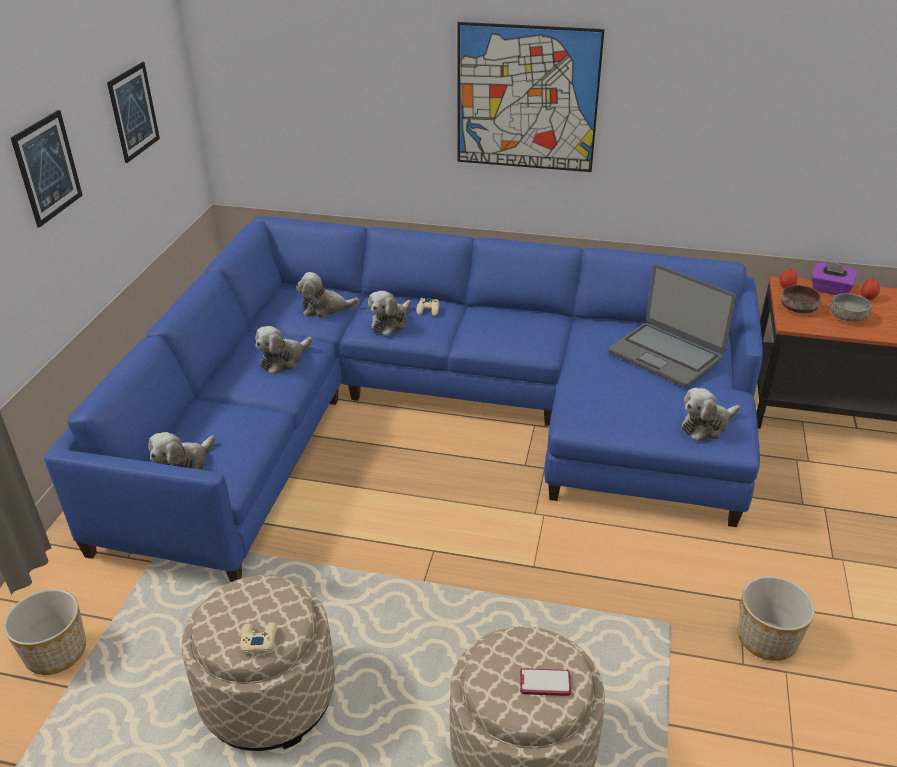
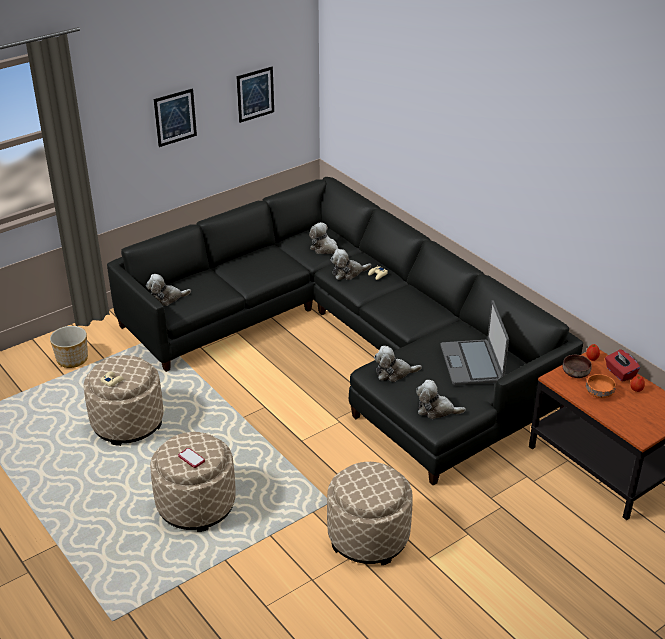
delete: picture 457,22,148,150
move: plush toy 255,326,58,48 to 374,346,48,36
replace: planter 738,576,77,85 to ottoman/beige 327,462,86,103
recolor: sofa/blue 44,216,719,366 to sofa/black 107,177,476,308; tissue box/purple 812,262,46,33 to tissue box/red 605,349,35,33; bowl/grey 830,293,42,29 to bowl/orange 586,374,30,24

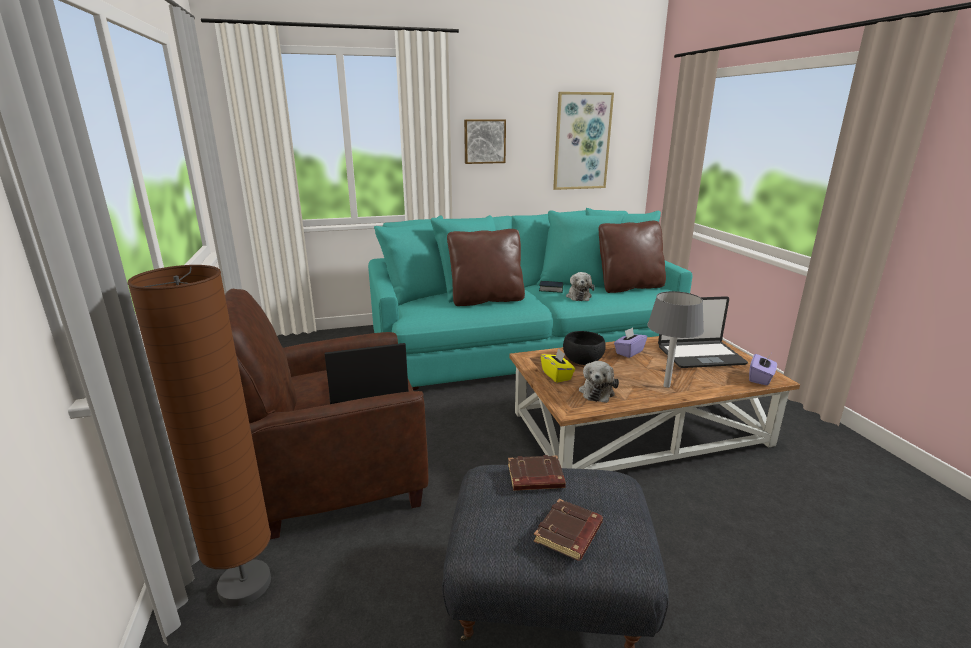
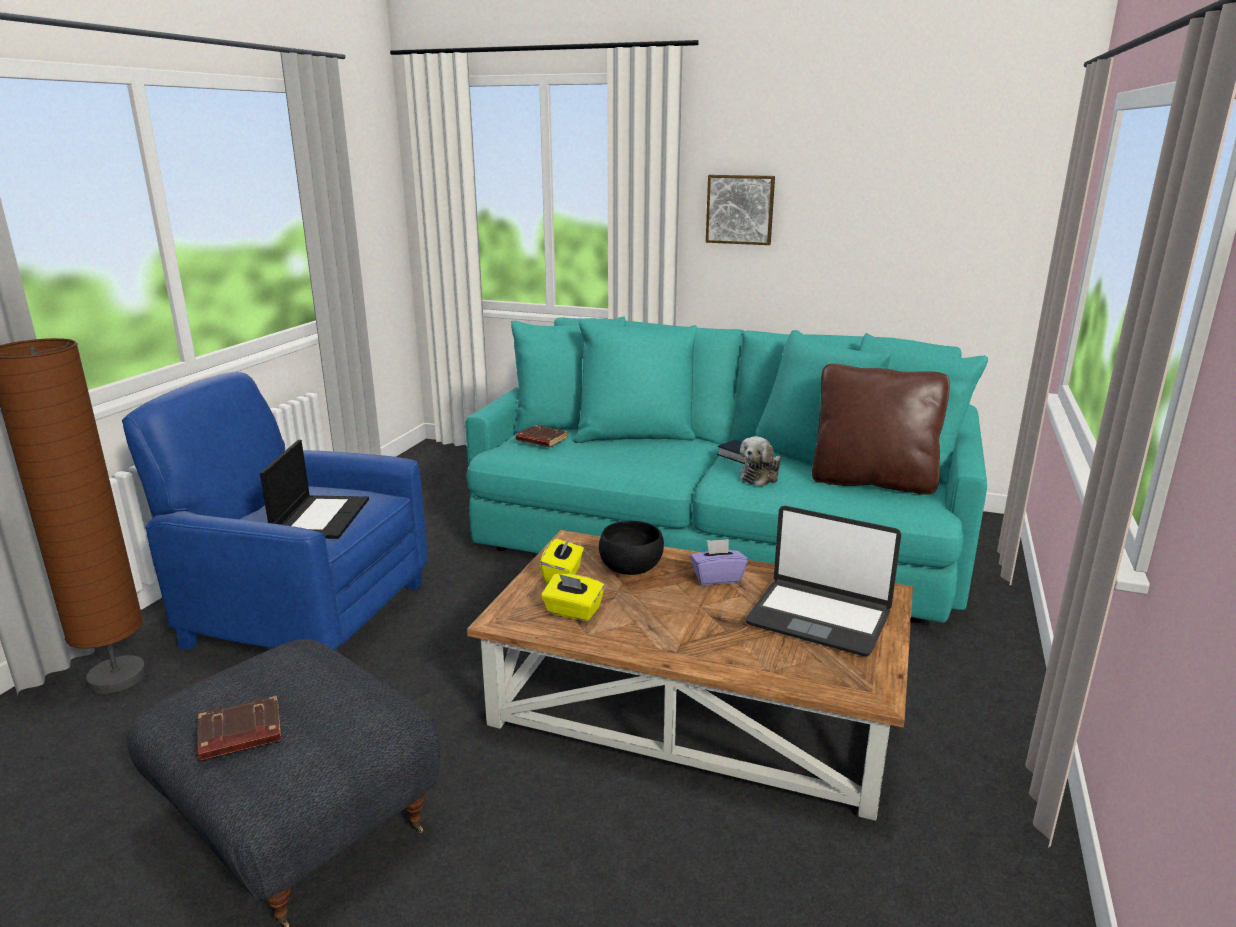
delete: picture 553,92,61,98; pillow/brown 447,229,78,77; table lamp/grey 647,291,57,97; tissue box/purple 749,354,28,31
move: book/brown 508,455,58,36 to 516,425,52,22
replace: plush toy 579,361,40,42 to tissue box/yellow 541,573,64,48
recolor: armchair/brown 225,289,203,251 to armchair/blue 122,372,306,278
rotate: laptop 325,343,84,61 = 260,440,109,99 75 degrees clockwise

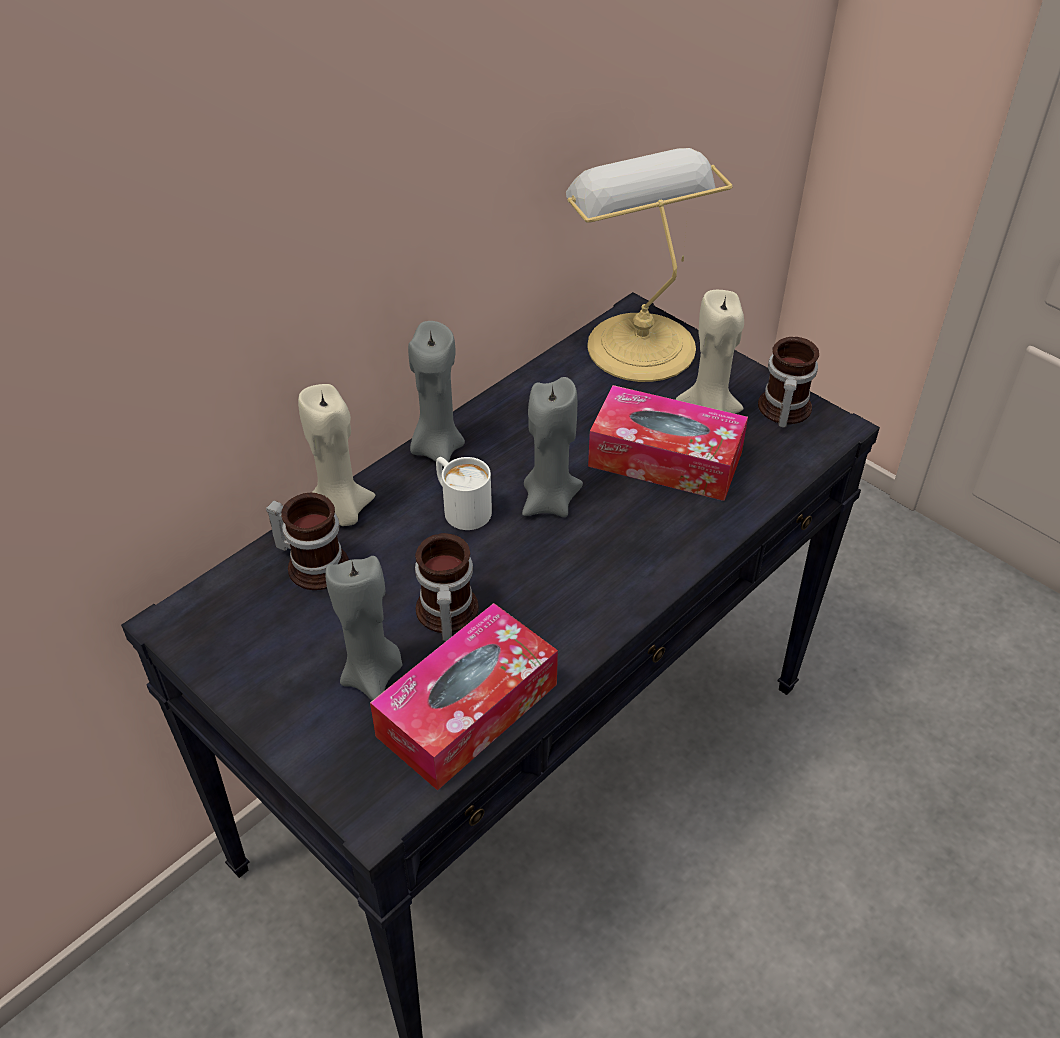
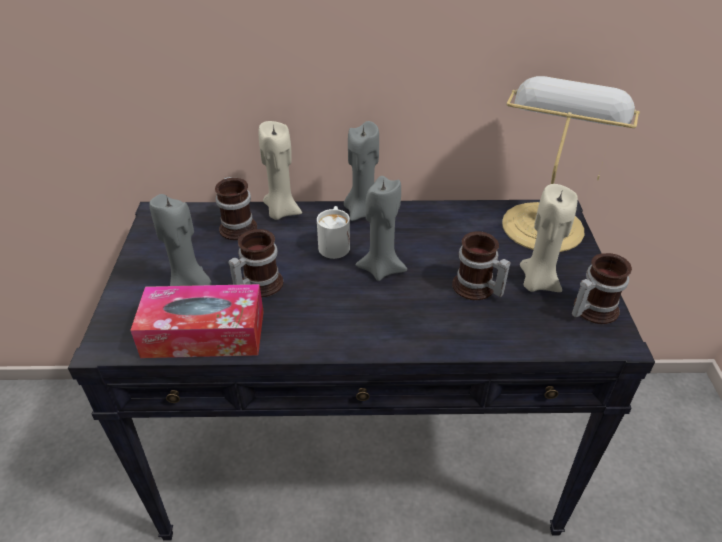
replace: tissue box 588,385,160,116 to mug 452,231,58,69

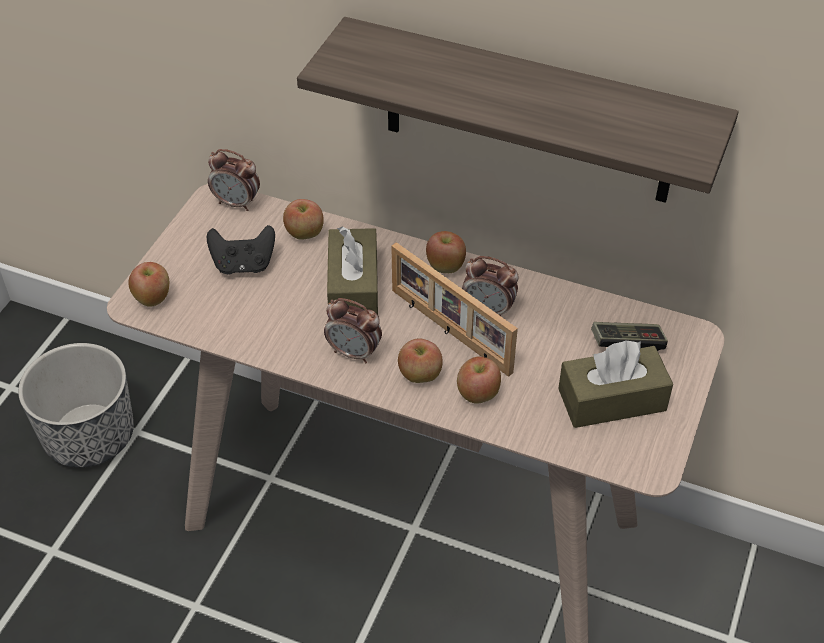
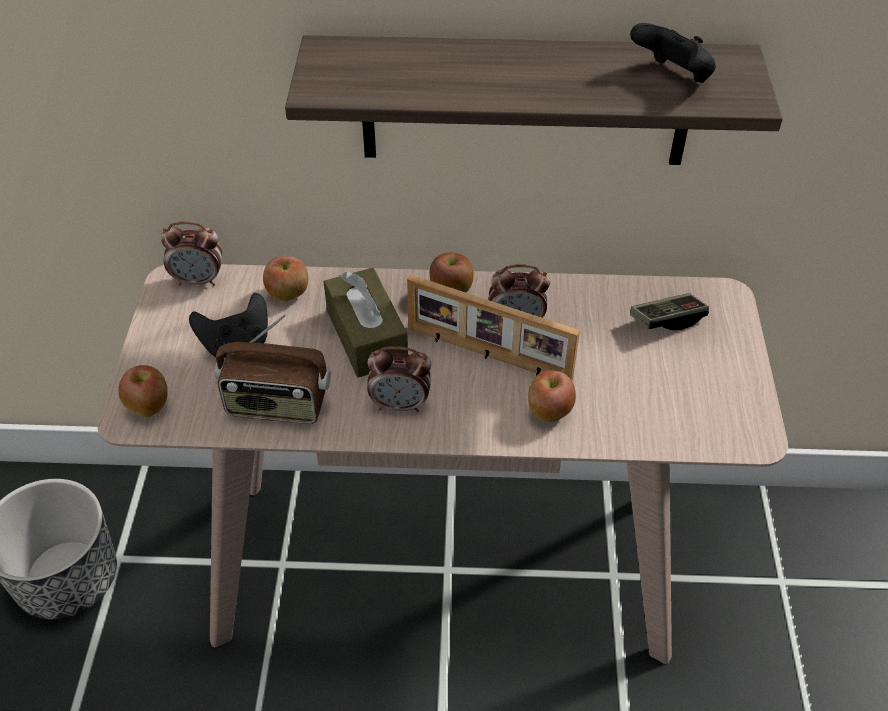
delete: apple 398,339,45,44; tissue box/brown 558,341,115,87
insert: game controller/black 630,23,86,60; radio 215,314,116,110

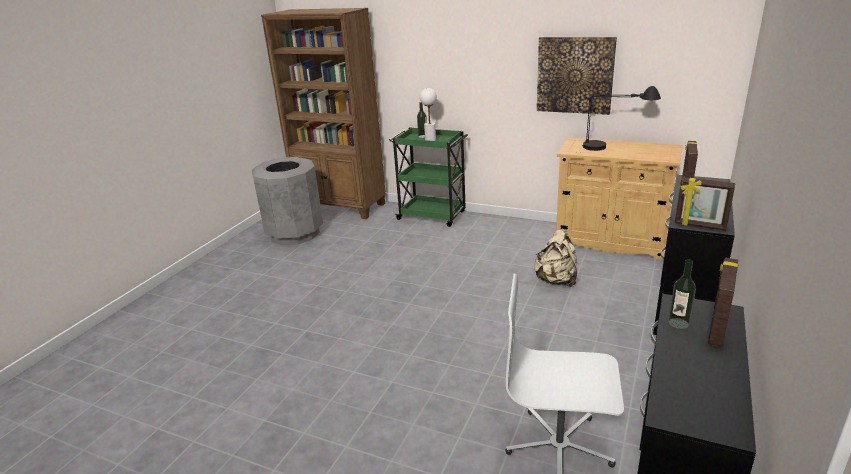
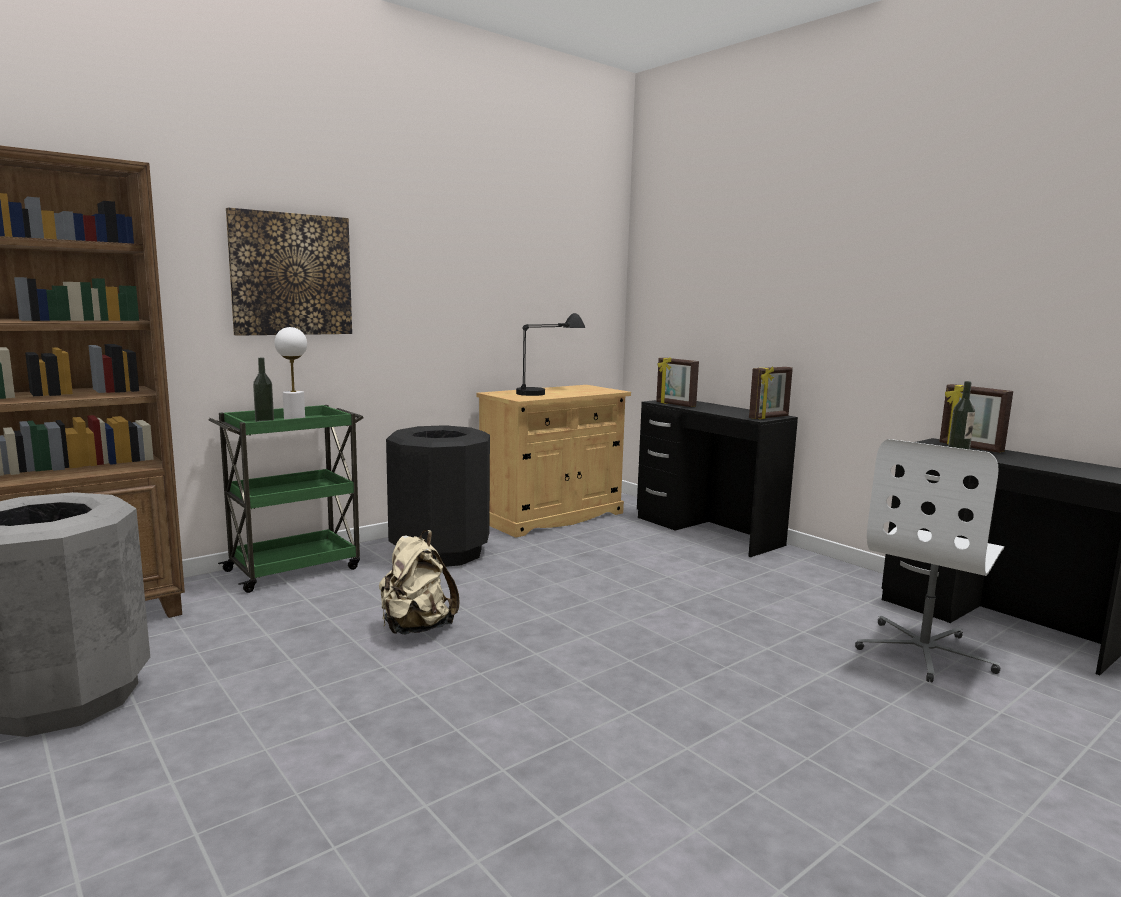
insert: trash can/black 386,425,104,142
move: picture 537,37,80,78 to 226,207,126,129; backpack/beige 534,230,43,57 to 379,530,81,104

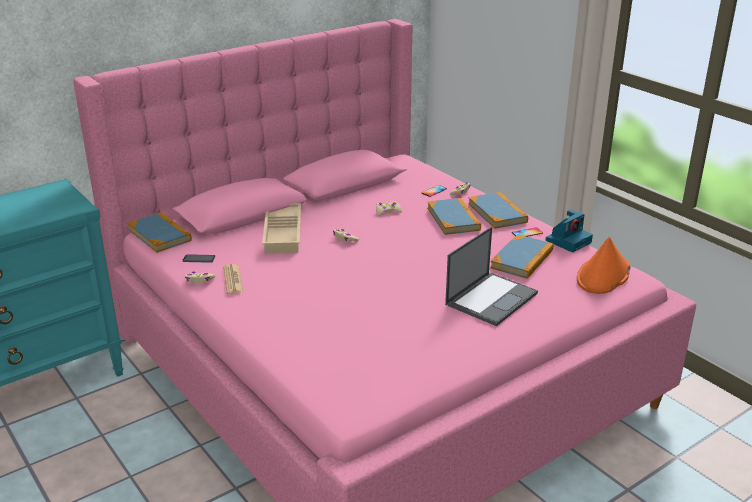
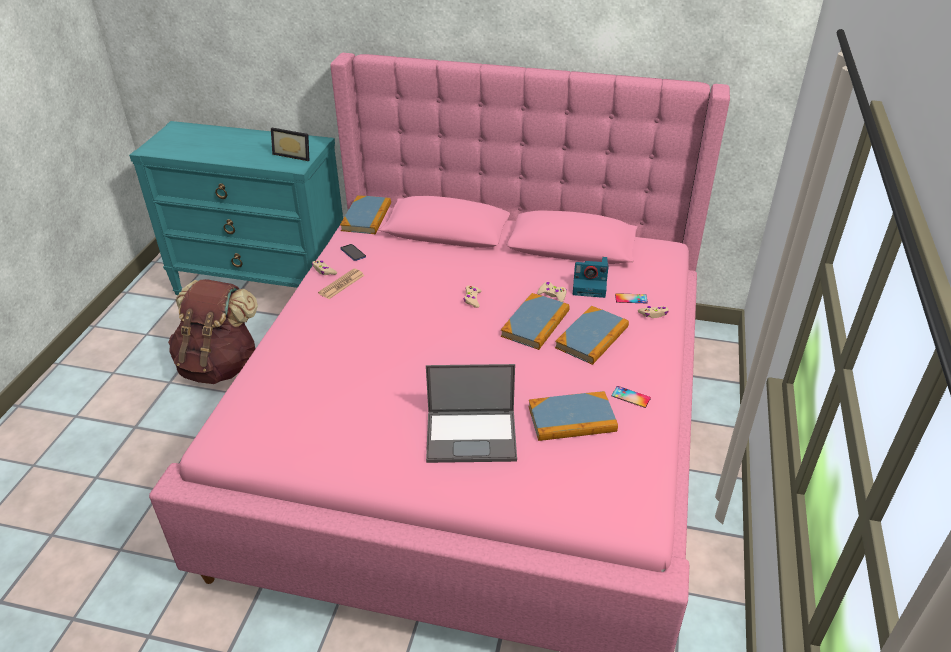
delete: tray/beige 262,203,39,50; hat/orange 577,237,53,57
insert: picture frame 271,128,39,33; backpack/brown 168,279,90,105
move: book 468,192,60,37 to 501,293,69,57; photo camera 546,210,47,43 to 573,257,35,41

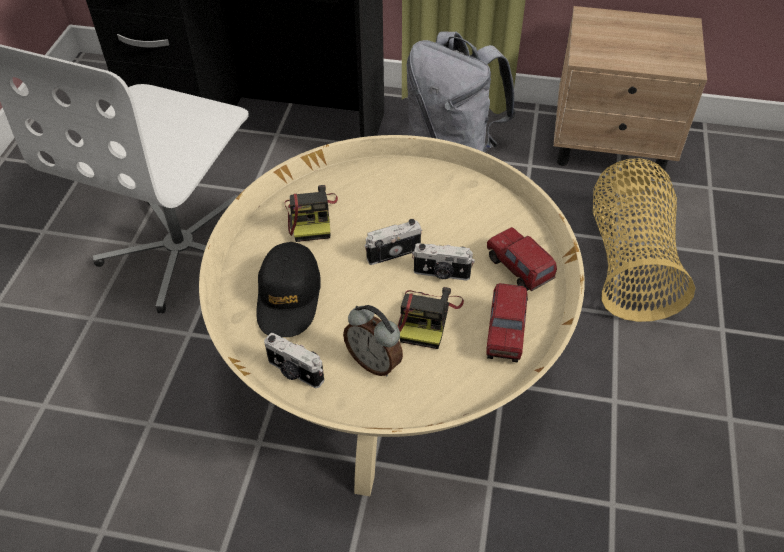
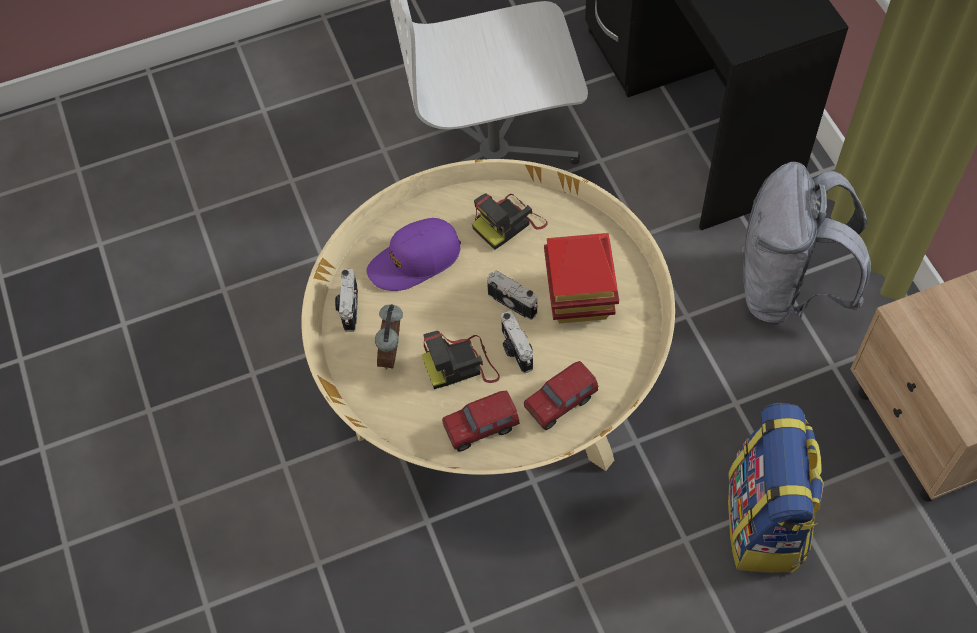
insert: toy house 544,233,75,90
replace: basket 593,158,102,164 to backpack 728,403,96,170
recolor: cap/black 256,242,65,95 to cap/purple 366,218,95,73
rotate: toy truck 487,227,70,65 = 524,361,74,69 150 degrees counterclockwise

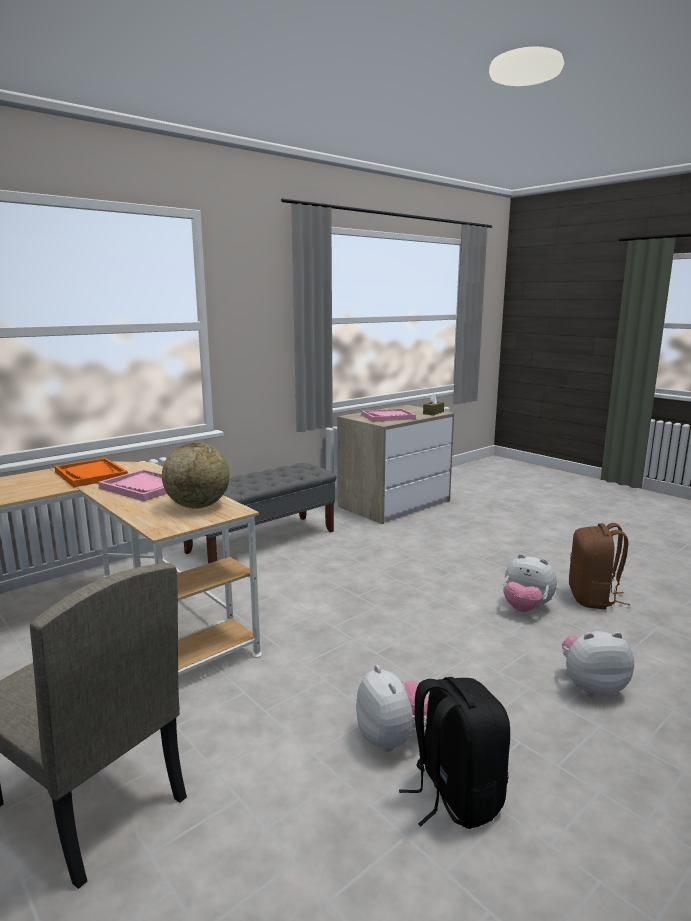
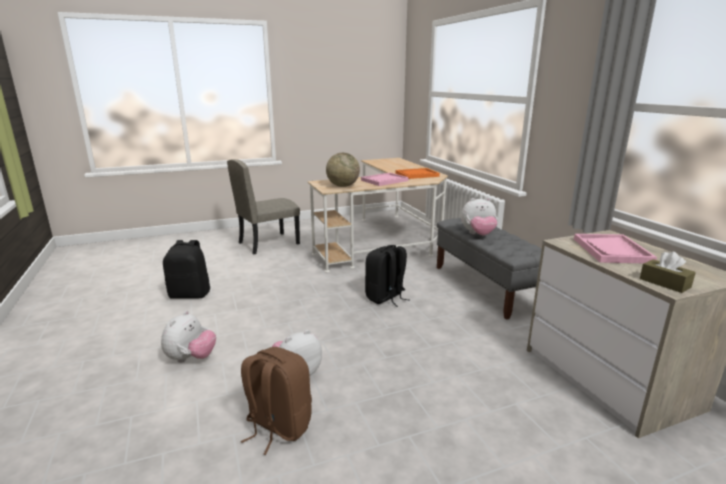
insert: backpack/black 365,245,45,62
move: plush toy 356,665,73,87 to 461,198,37,37

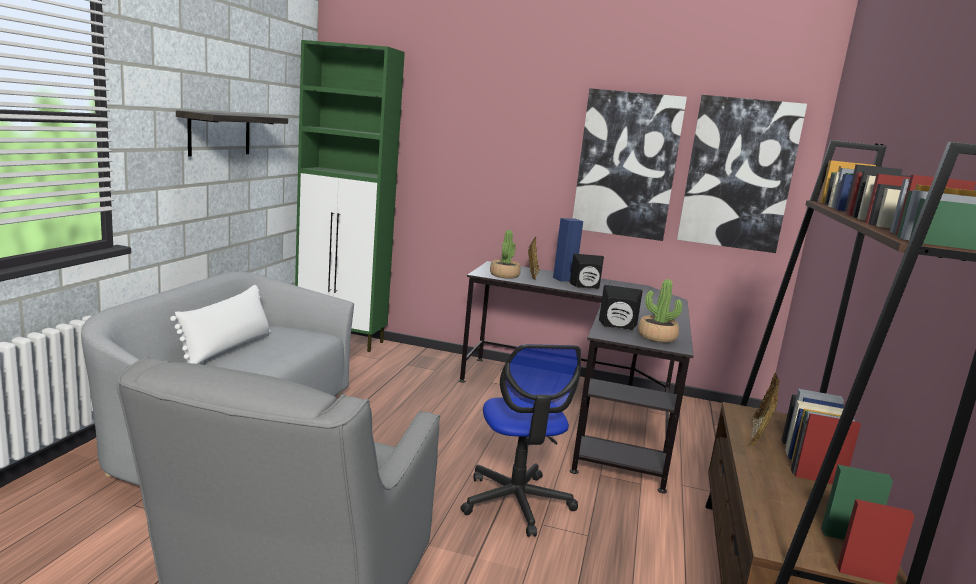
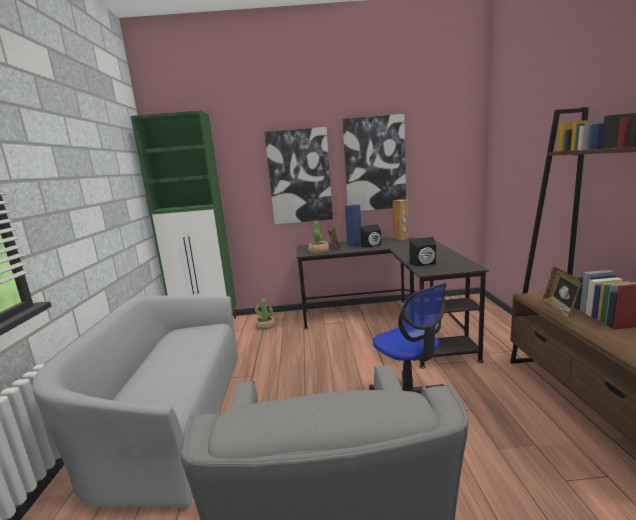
delete: shelf 176,110,112,47; pillow/white 170,285,101,79
insert: speaker/brown 393,199,15,41
move: picture 677,95,130,158 to 264,127,69,97; potted plant 638,279,44,64 to 255,299,20,31

